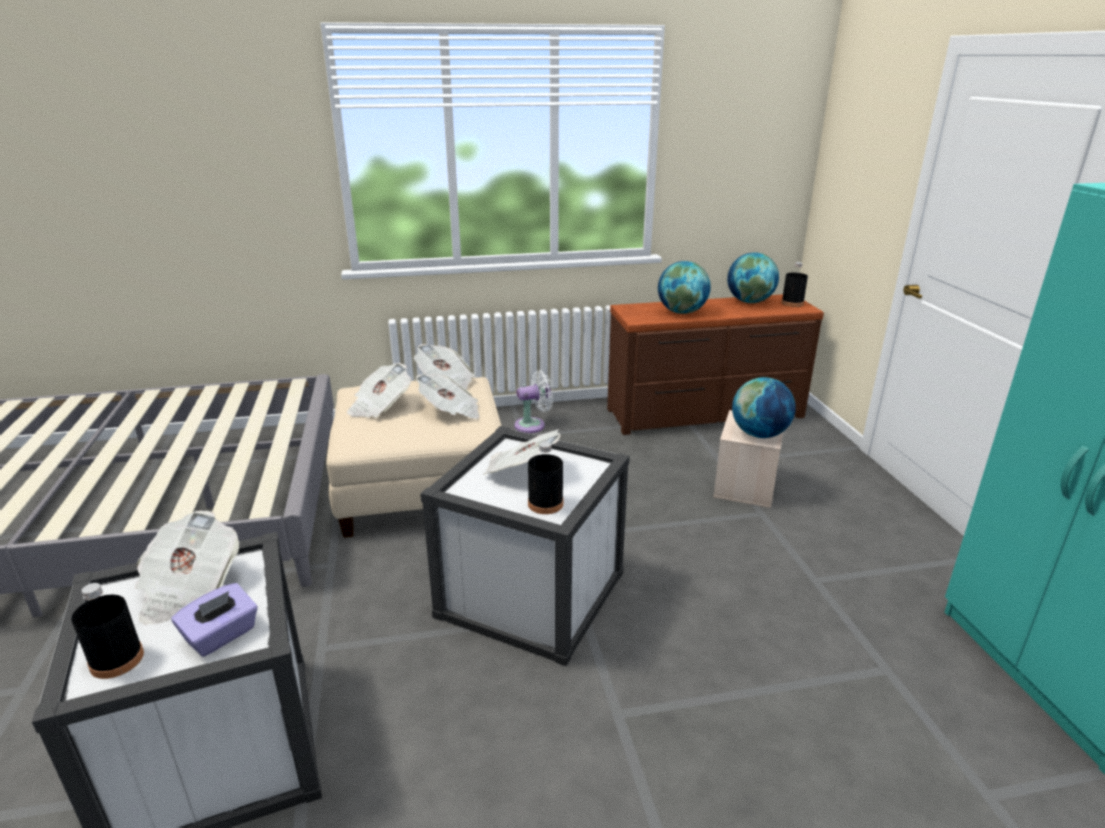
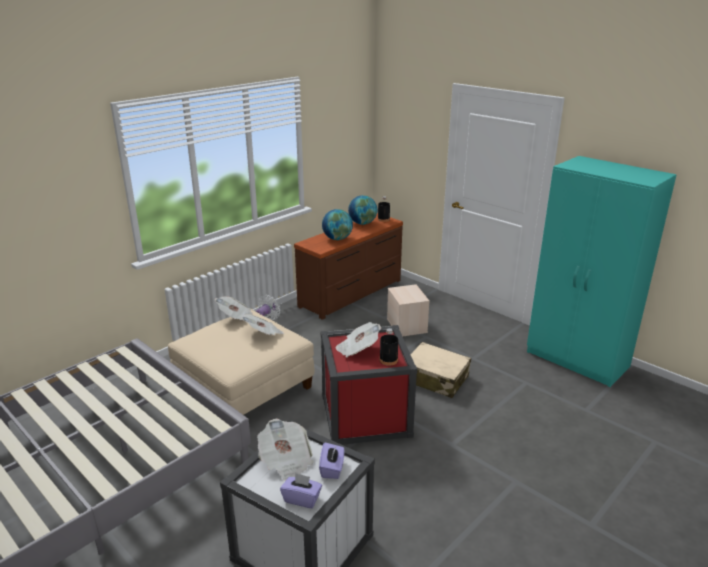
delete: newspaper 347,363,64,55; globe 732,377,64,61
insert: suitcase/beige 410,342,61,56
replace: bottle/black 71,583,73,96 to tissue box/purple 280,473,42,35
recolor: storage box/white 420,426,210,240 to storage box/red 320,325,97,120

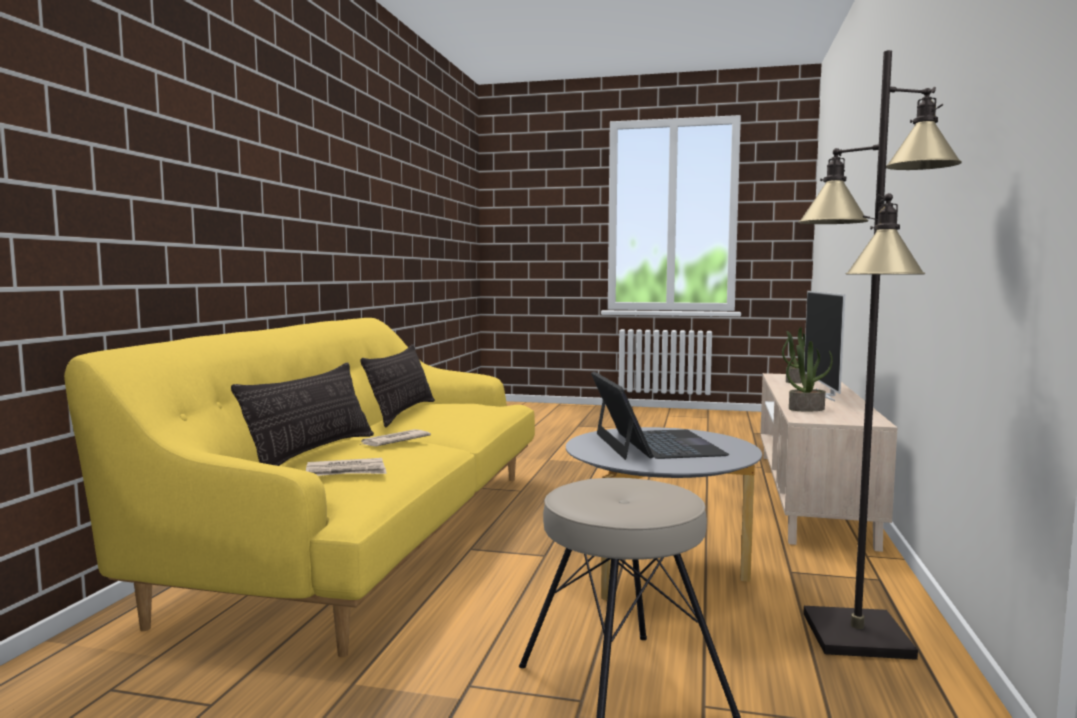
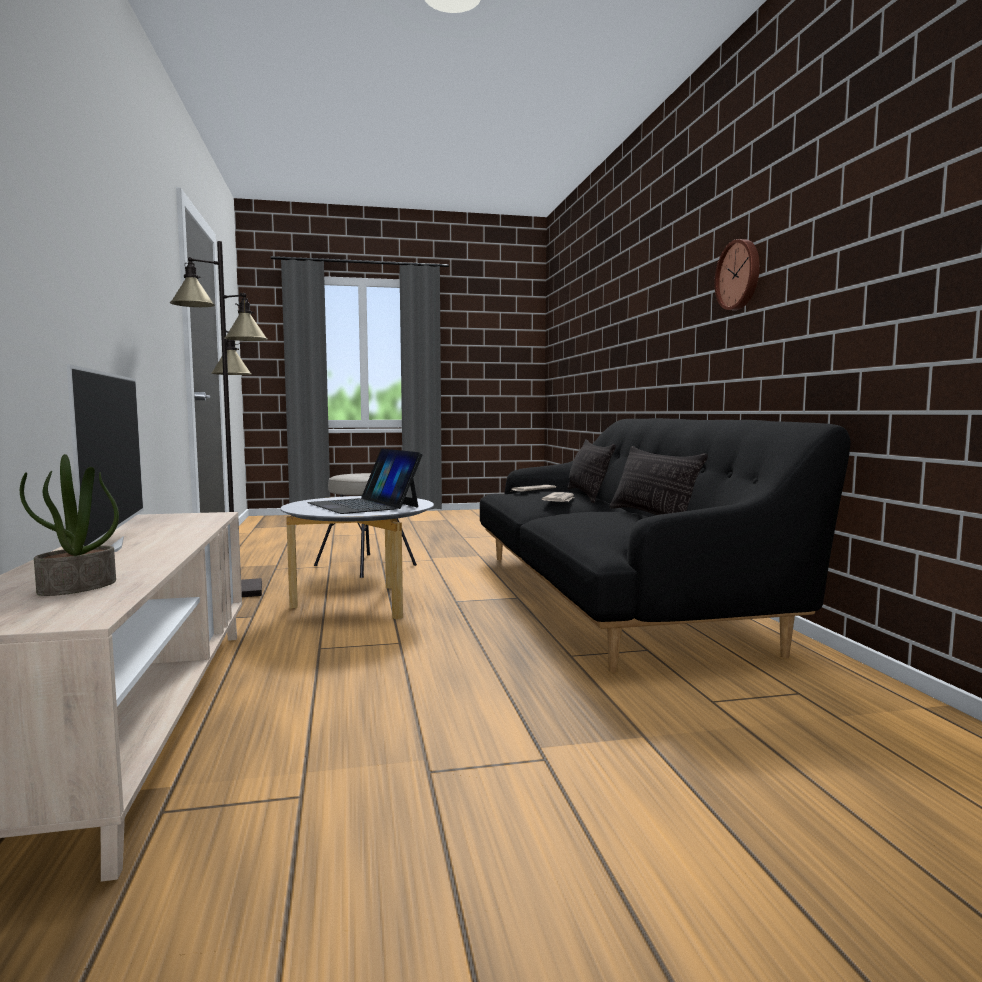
delete: potted plant 786,341,47,71
insert: wall clock 714,239,46,71
recolor: sofa/yellow 64,318,471,339 to sofa/black 480,418,371,255

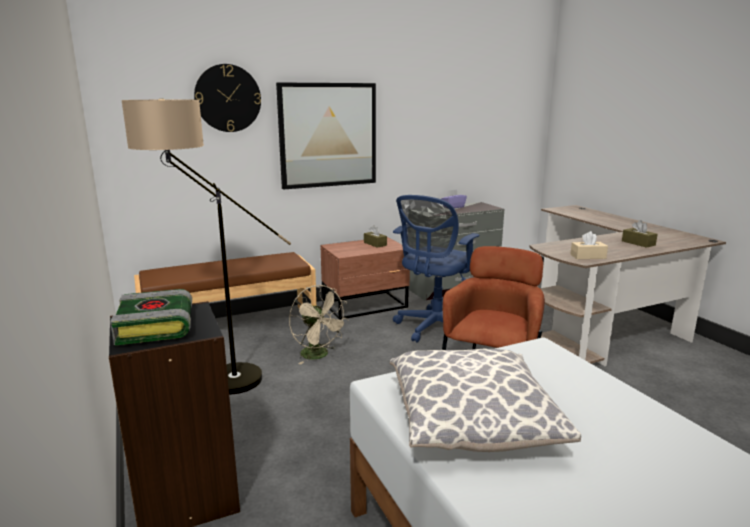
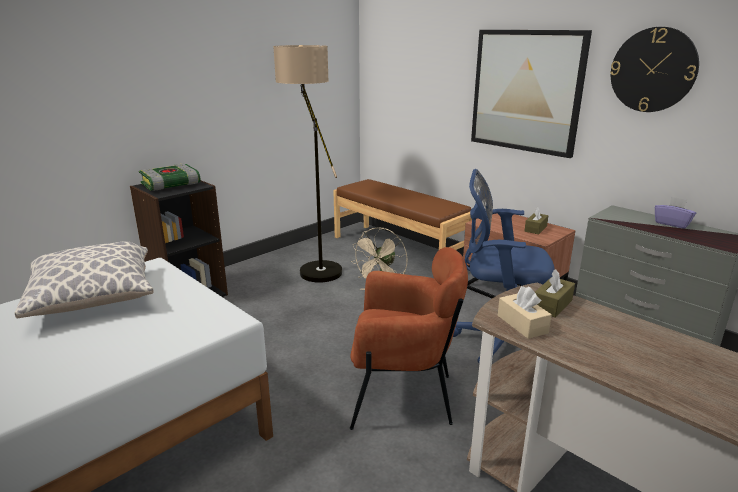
move: wall clock 194,64,67,68 to 610,27,89,85; tissue box/brown 622,220,36,28 to 535,269,40,49

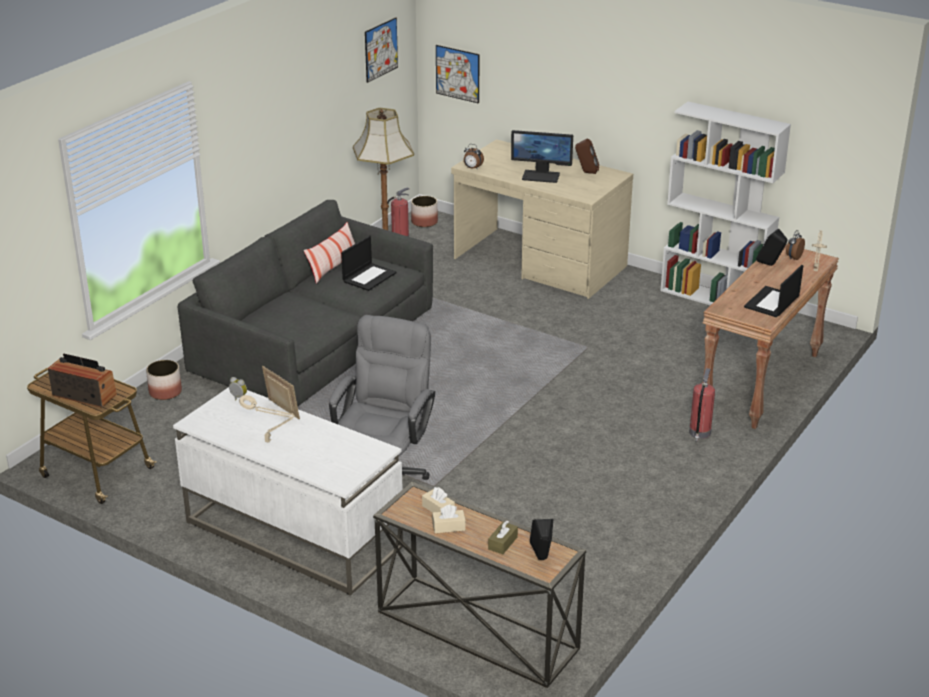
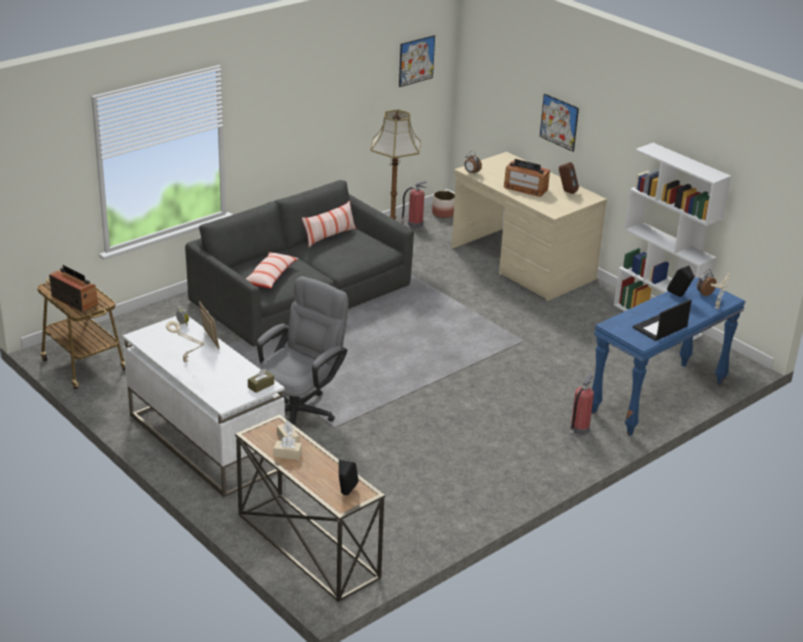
delete: laptop 341,236,56,55; planter 146,360,36,40
insert: pillow 246,252,52,36
move: picture 436,45,43,59 to 540,94,39,58; tissue box/brown 488,520,30,34 to 248,369,26,24
replace: monitor 511,130,62,53 to radio 504,159,46,38
recolor: console table/brown 702,244,137,185 to console table/blue 591,277,155,159

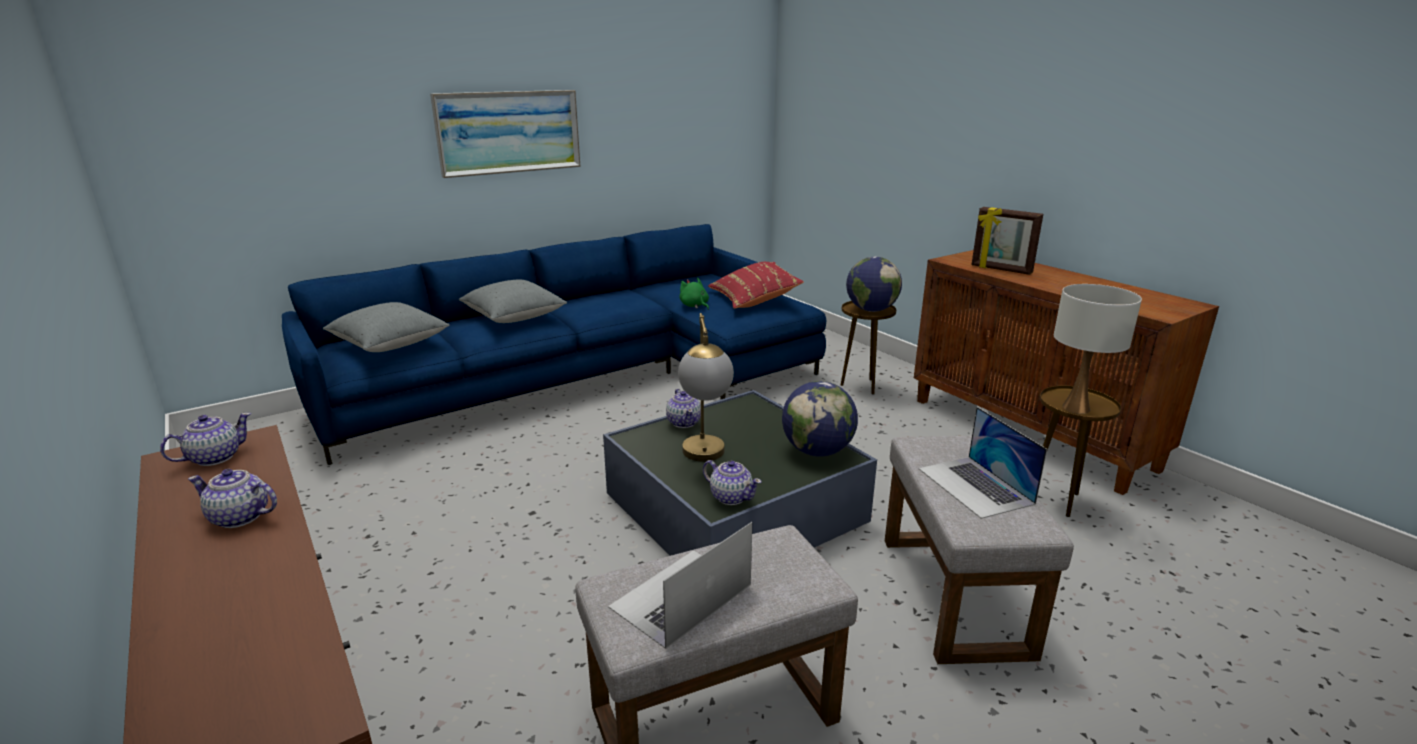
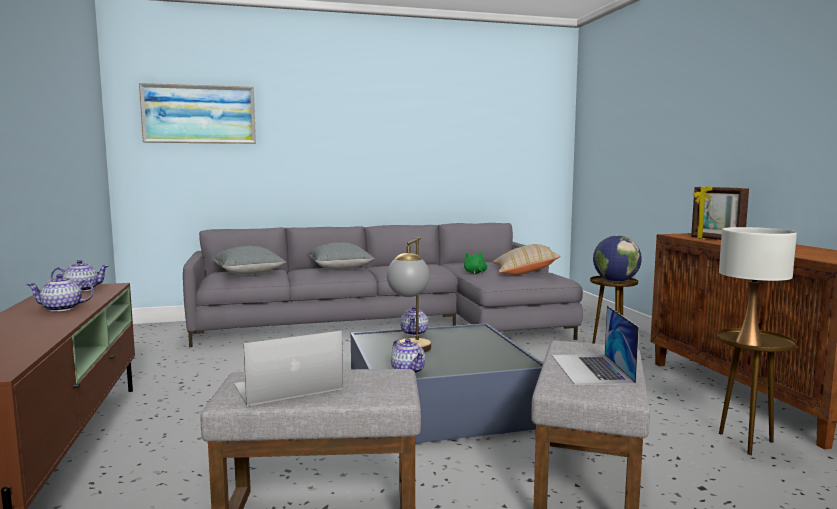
delete: globe 782,381,76,76
move: picture 430,90,151,88 to 139,83,117,61
recolor: sofa/blue 282,224,544,241 to sofa/grey 183,223,400,124; pillow/red 708,262,96,47 to pillow/beige 493,244,67,31
rotate: teapot 188,469,89,59 = 26,274,68,37 45 degrees counterclockwise

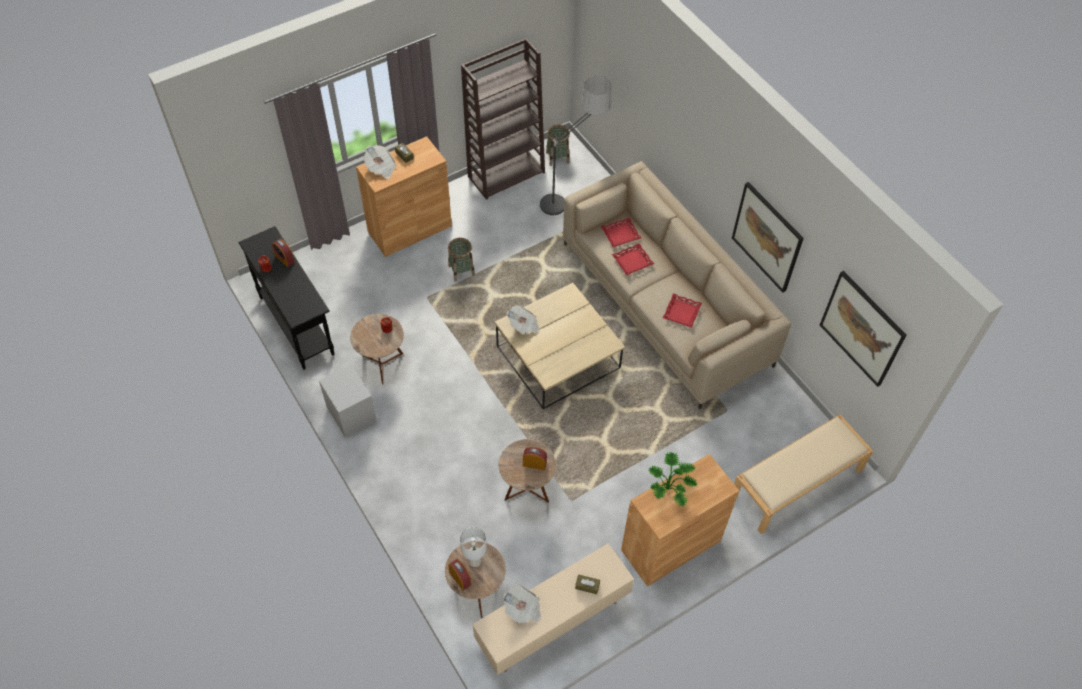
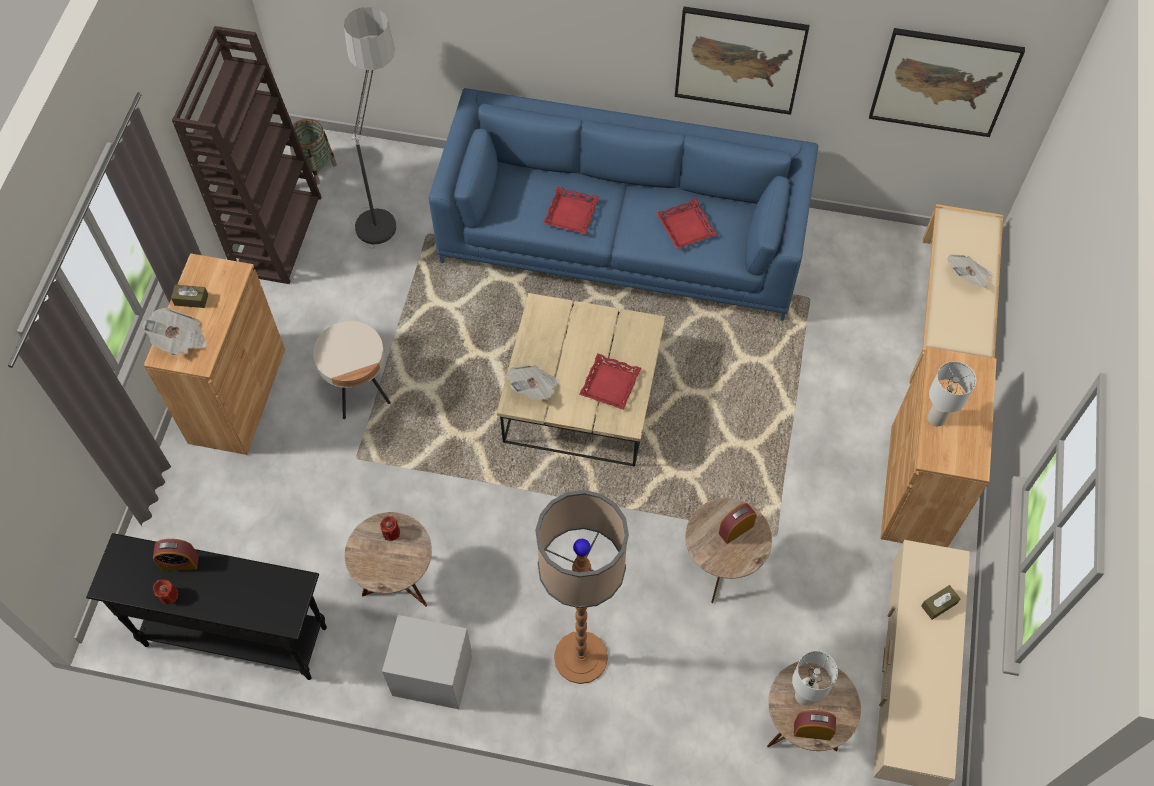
insert: floor lamp 535,490,94,194
move: tray/red 601,218,40,29 to 579,353,62,57; newspaper 503,584,38,40 to 947,254,46,34
replace: basket 448,238,27,44 to side table/beige 313,321,78,98; potted plant 649,452,48,55 to table lamp/white 927,361,49,65
recolor: sofa/beige 562,161,229,248 to sofa/blue 429,88,389,233

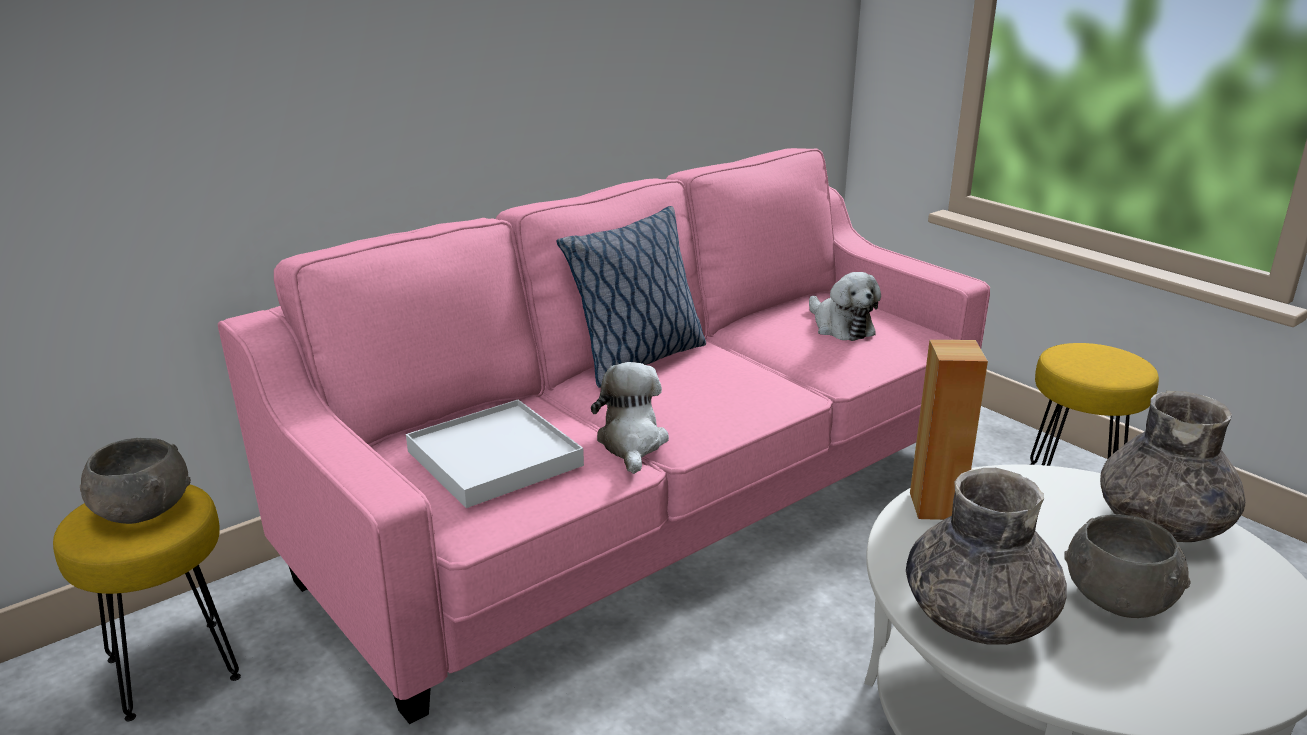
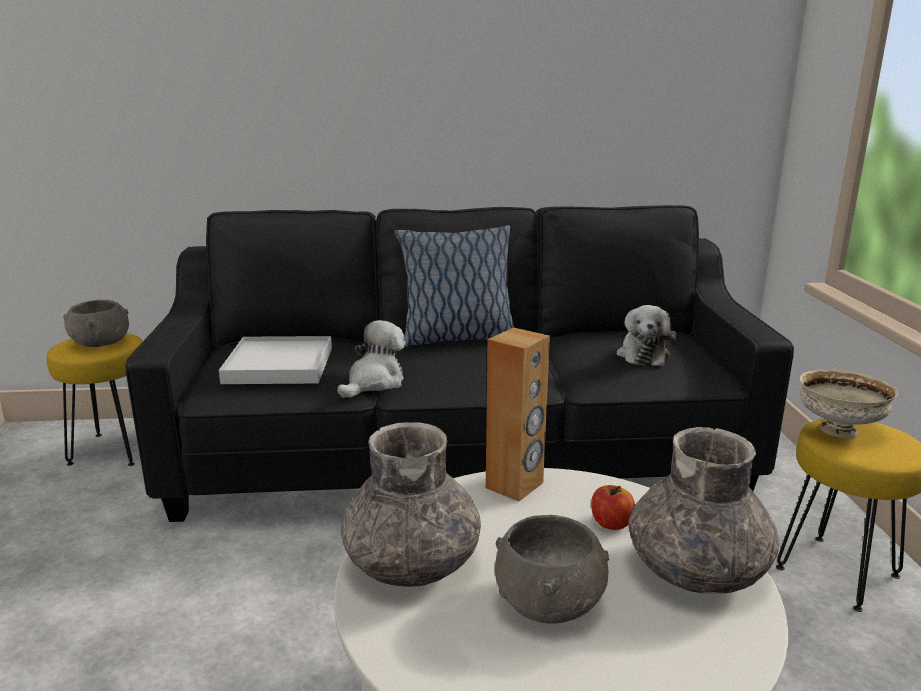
insert: bowl/beige 799,369,99,69; apple 591,485,44,45
recolor: sofa/pink 218,148,772,576 to sofa/black 125,205,669,317

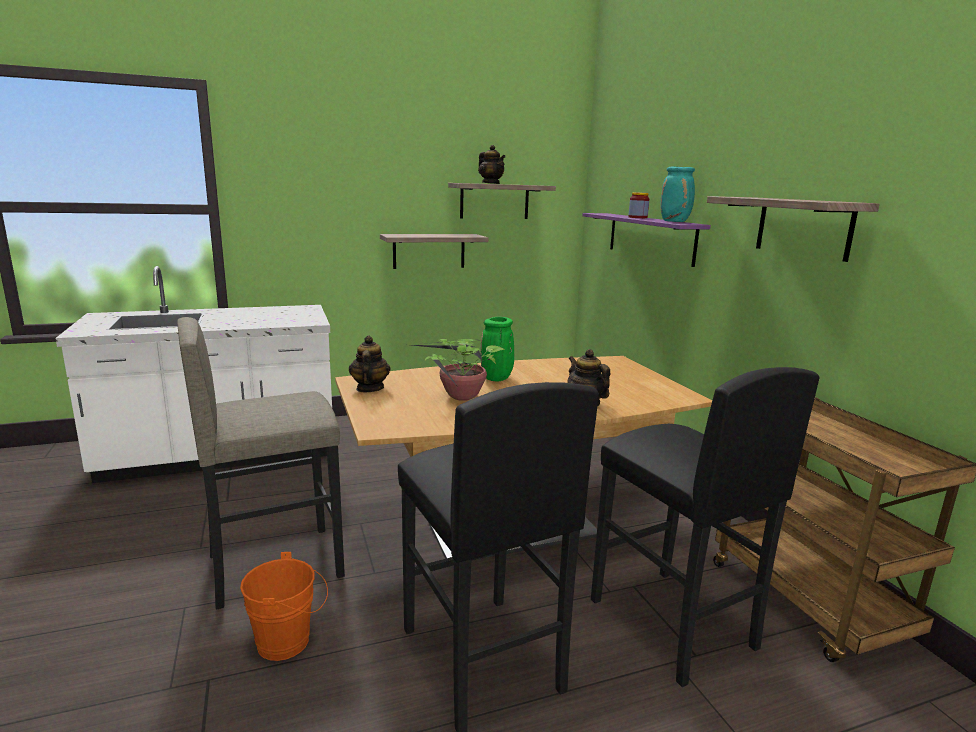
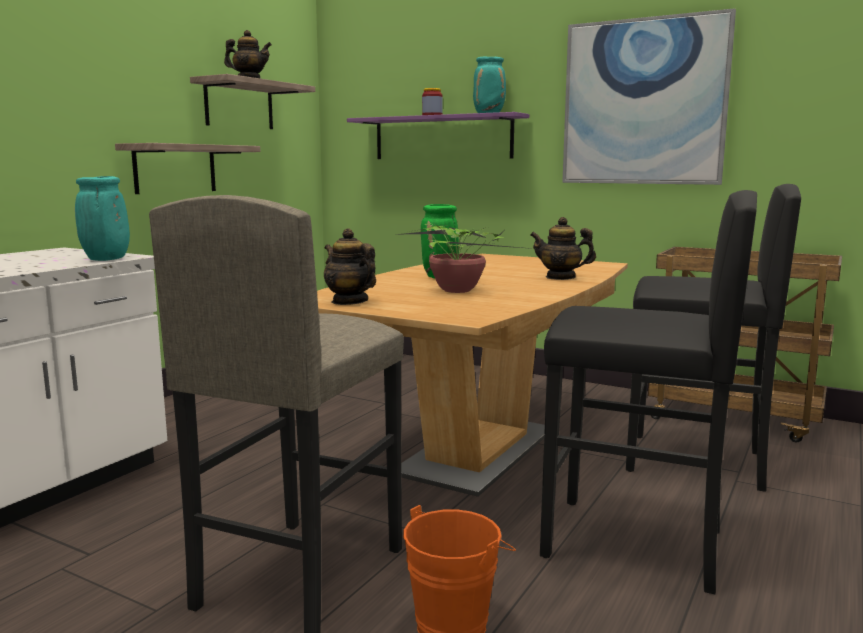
insert: vase/turquoise 75,176,55,85
replace: shelf 707,196,173,66 to picture 562,8,174,177

